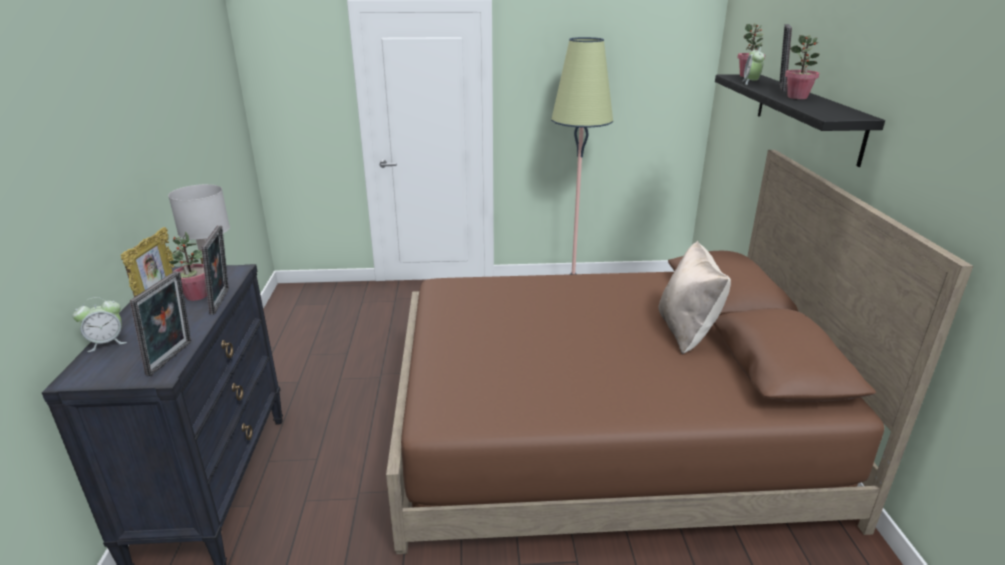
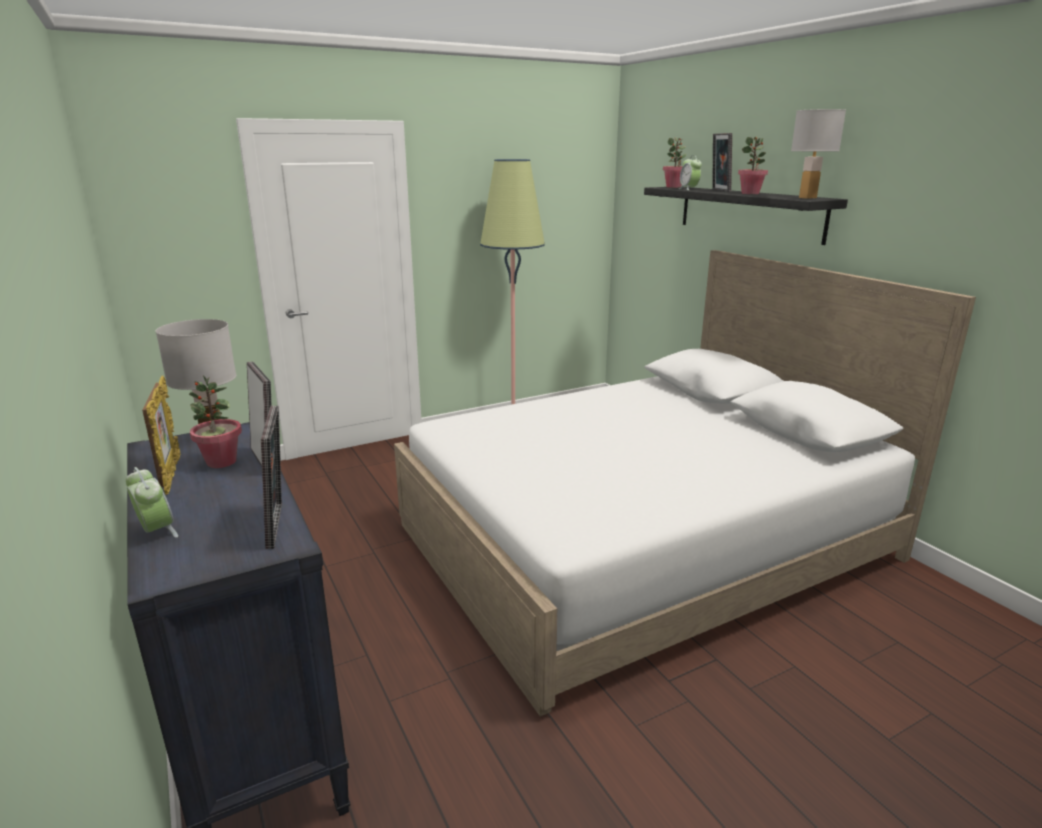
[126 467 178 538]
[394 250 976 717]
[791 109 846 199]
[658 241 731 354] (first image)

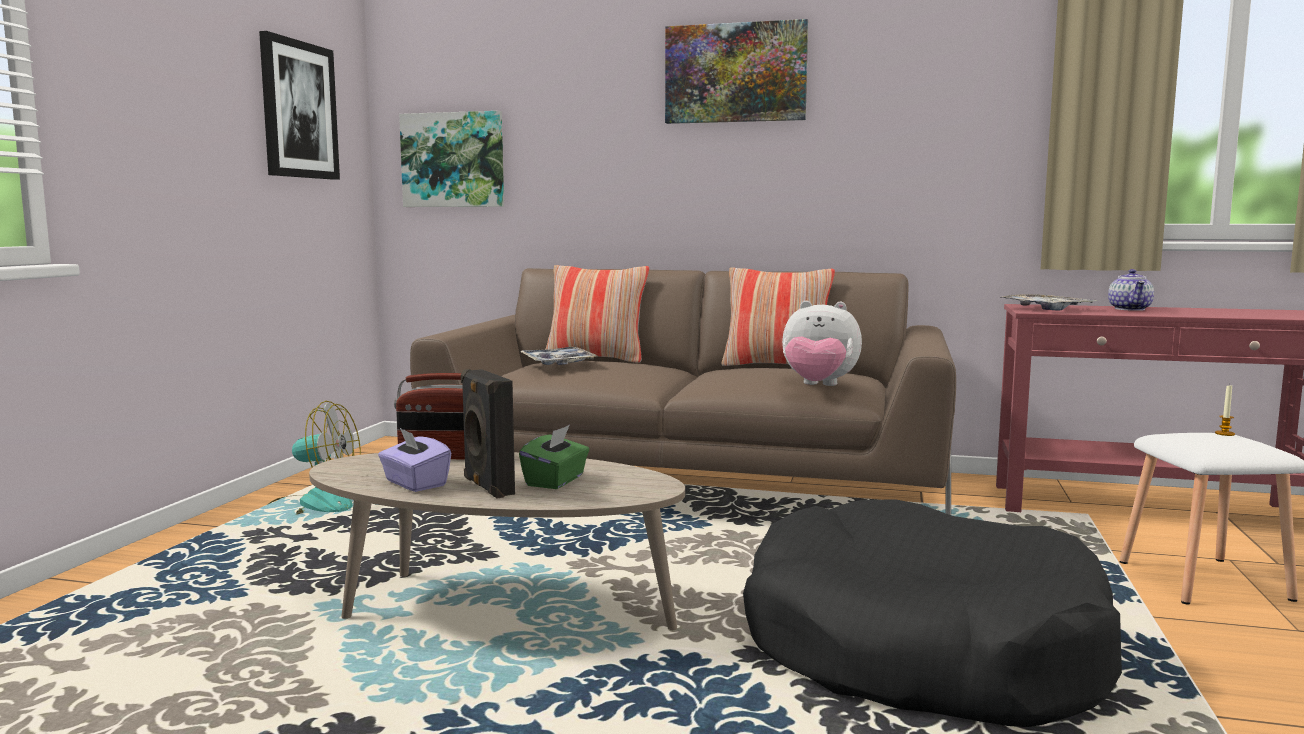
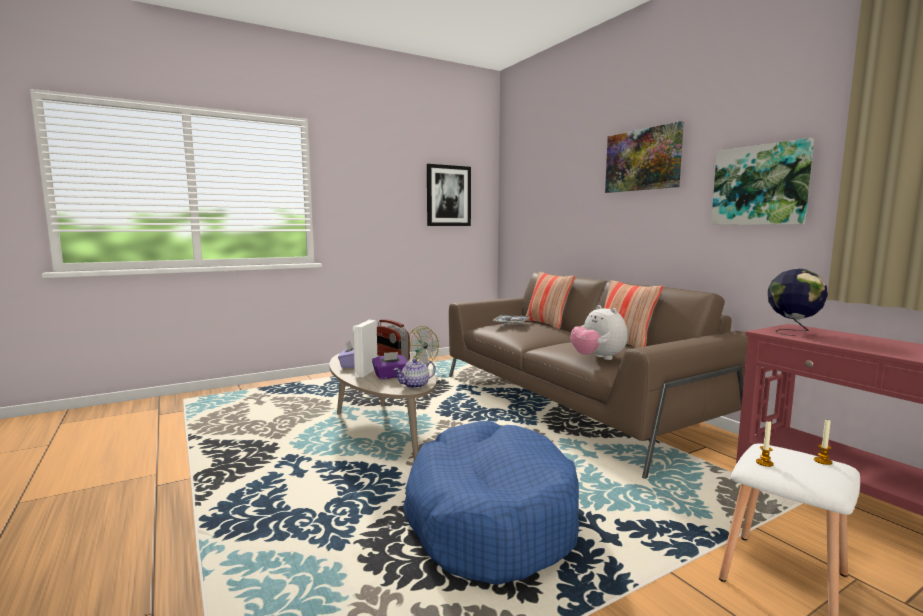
[352 320 377 377]
[372 352 408 379]
[393 359 436 388]
[403 421 579 585]
[711 138 814 225]
[756 421 774 467]
[768 269 828 336]

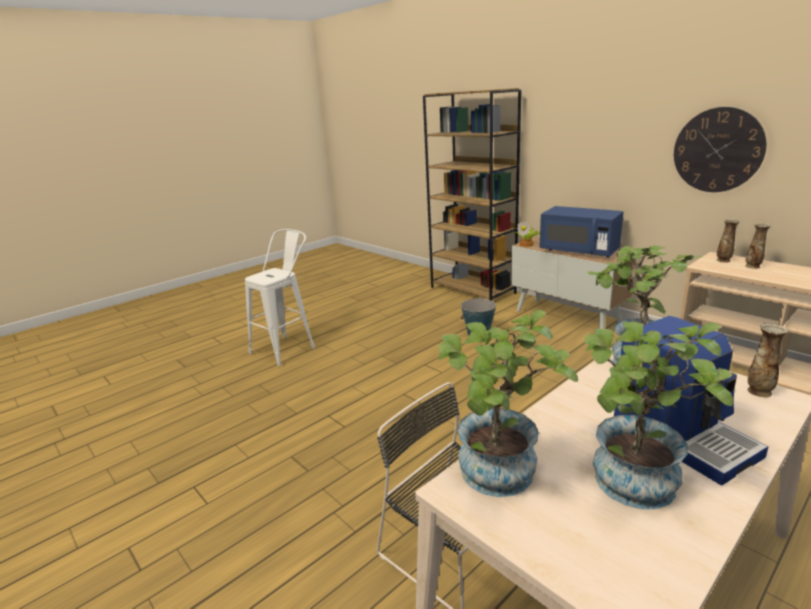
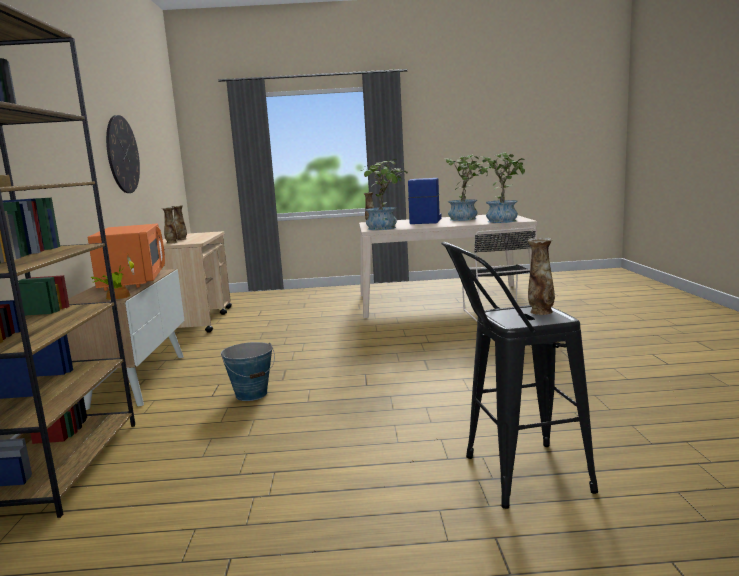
[88 223 165 291]
[441 242 598 509]
[527 238 555 315]

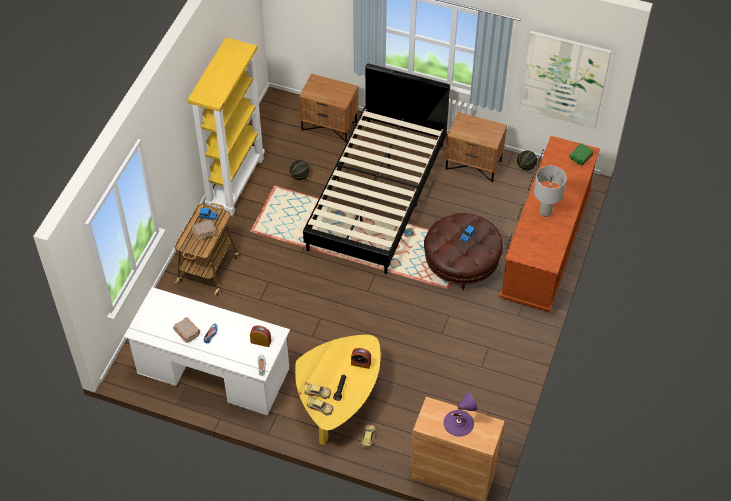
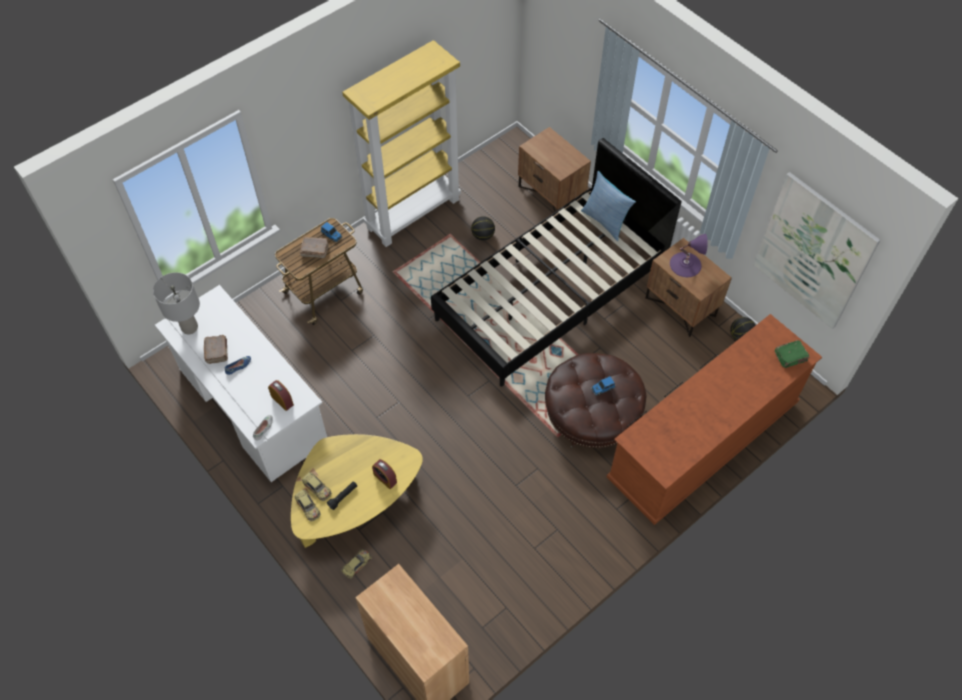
[153 272 200 334]
[581 171 636 241]
[670 234 708 277]

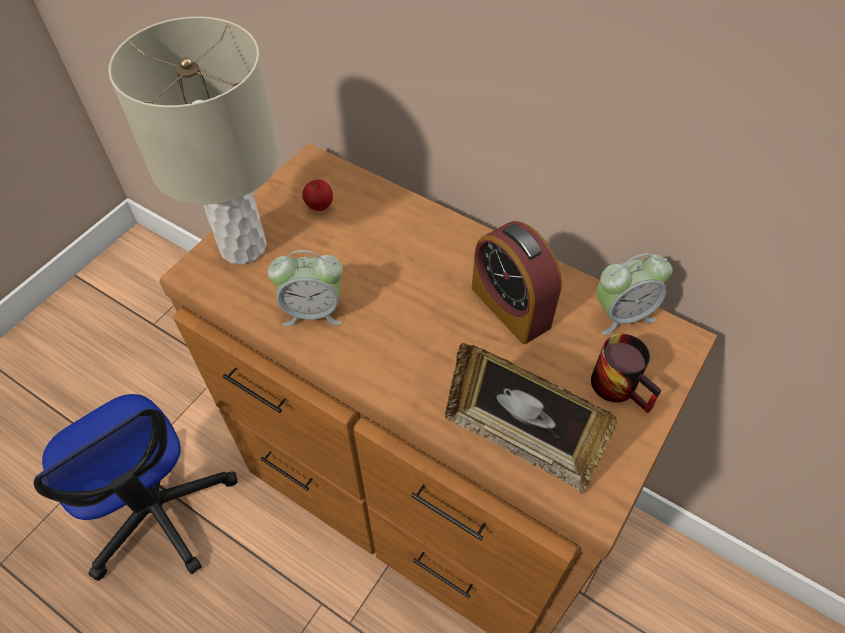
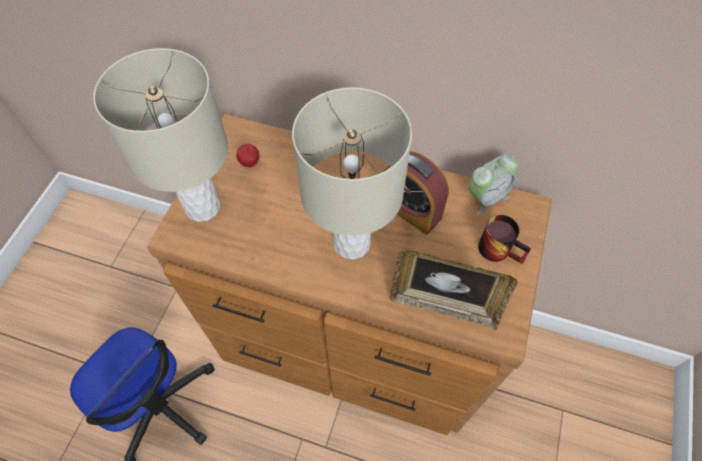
[292 87 412 260]
[267 250 343 326] (first image)

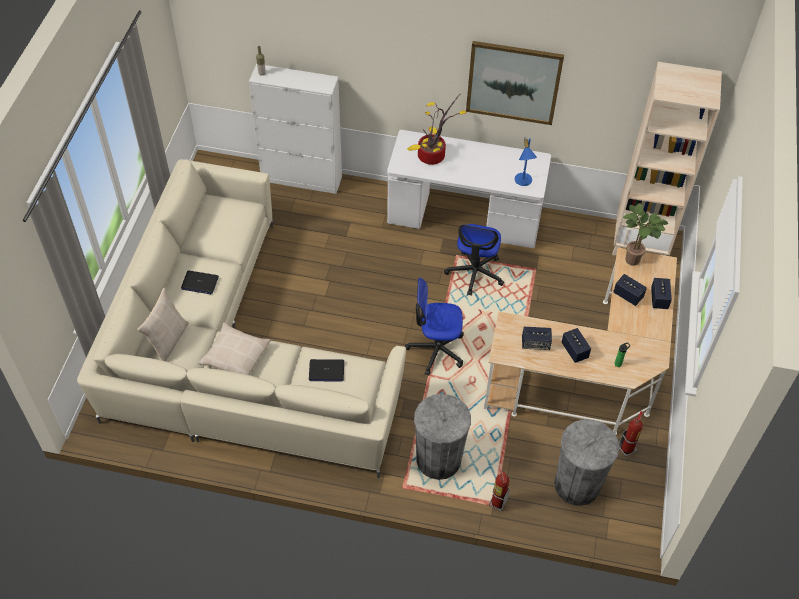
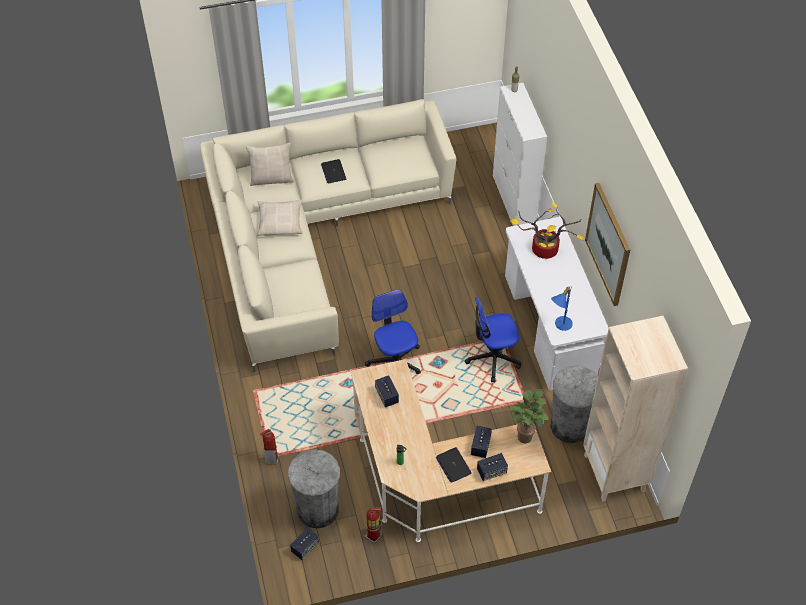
[290 528 319 560]
[436 447 472 482]
[550 366 598 443]

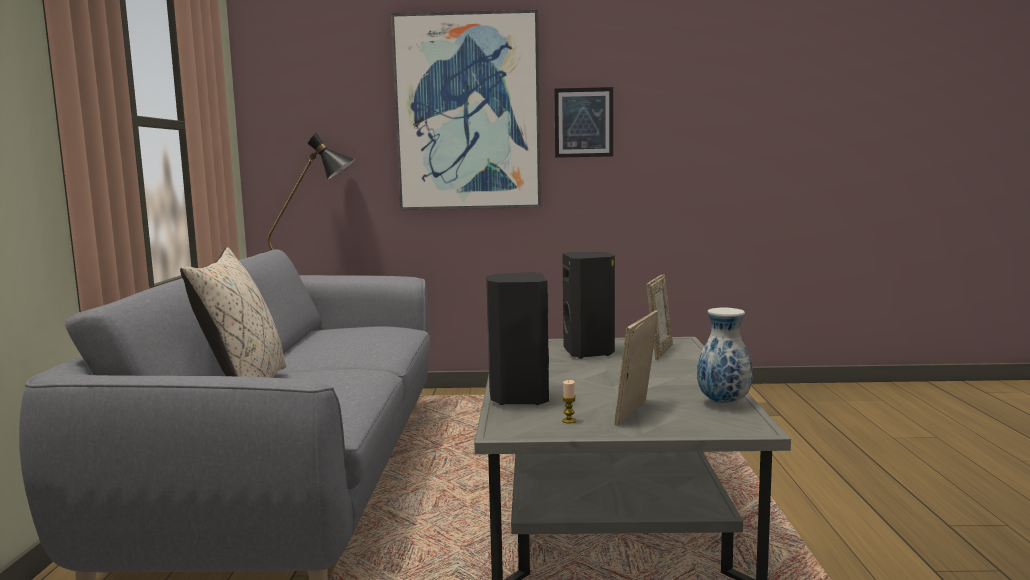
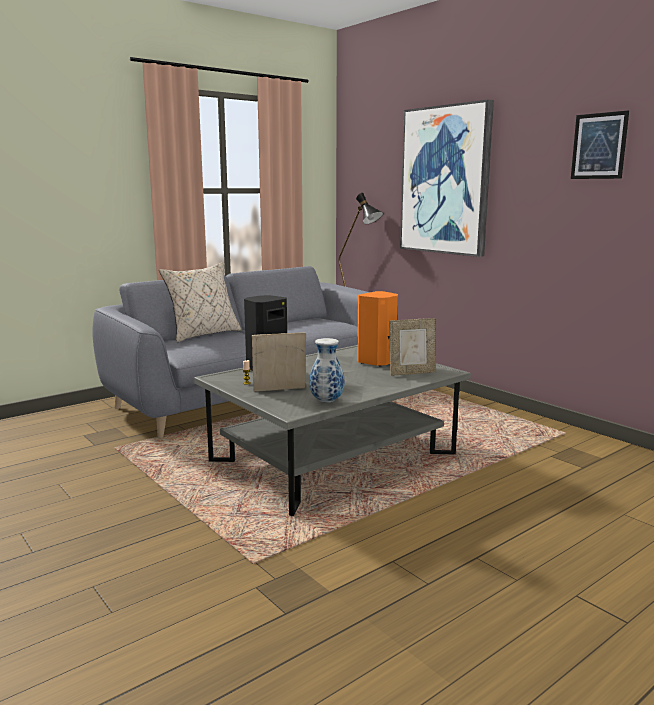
[357 291 398 367]
[571 110 629 179]

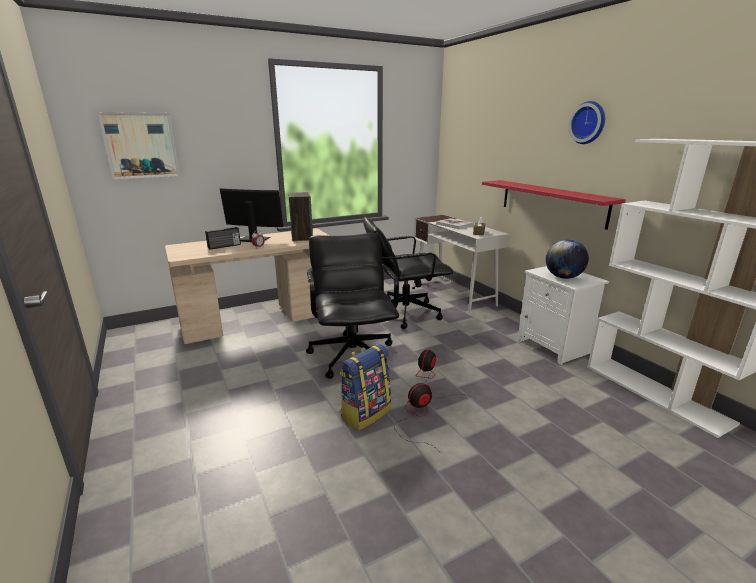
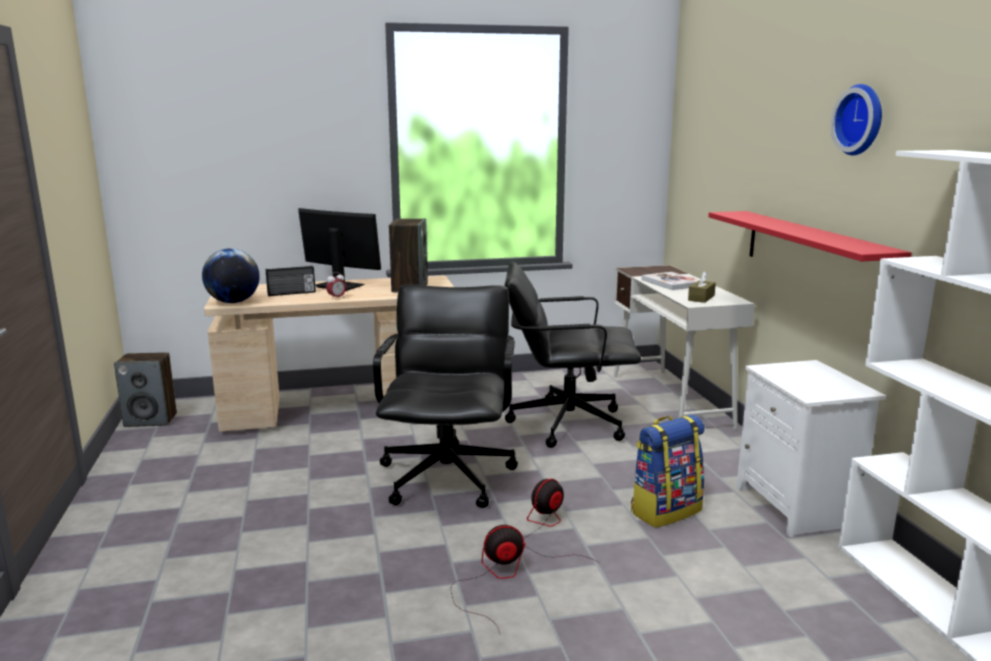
[114 352 177 427]
[202 248 260 303]
[631 415 704 528]
[98 112 180 179] (first image)

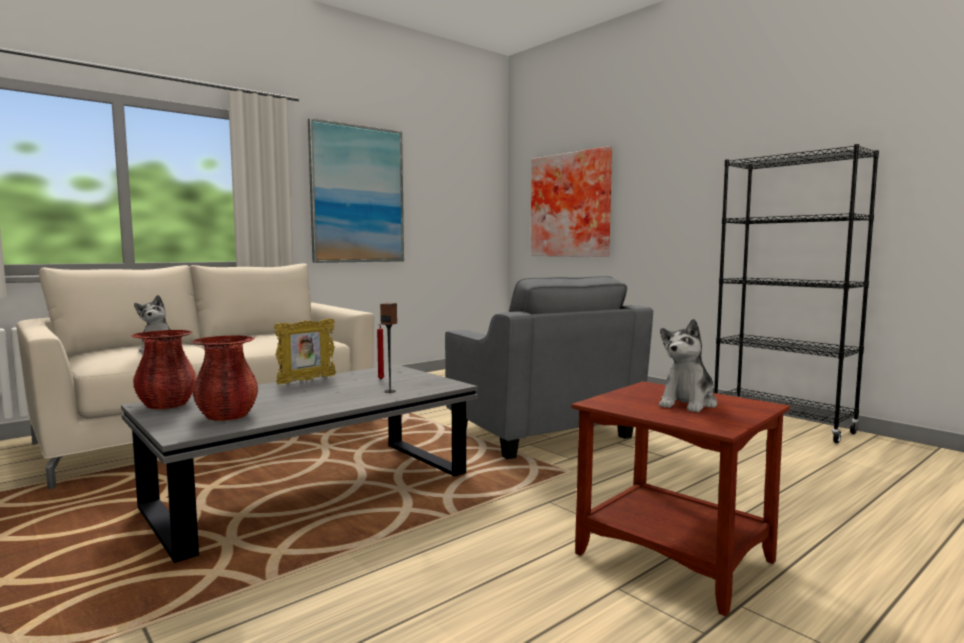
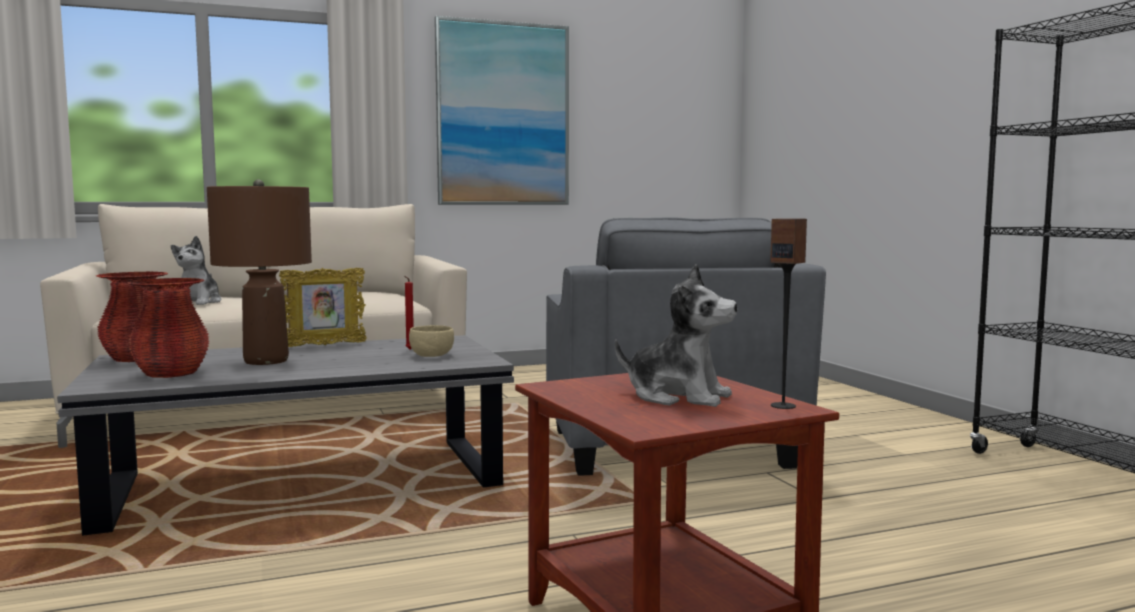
[207 179 312 365]
[409 325 454 357]
[615 264 737 407]
[770 218 807 409]
[531 146 612 257] (first image)

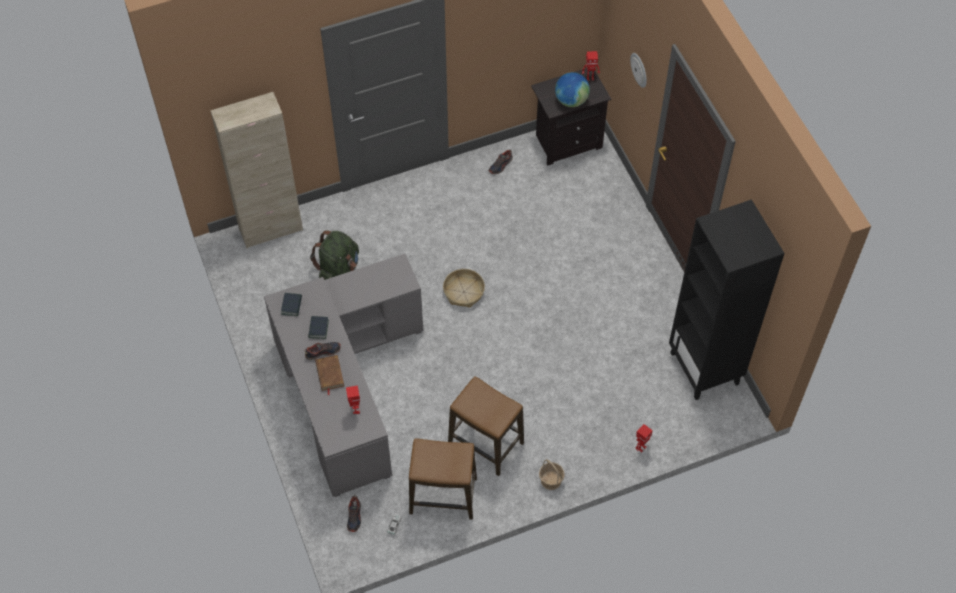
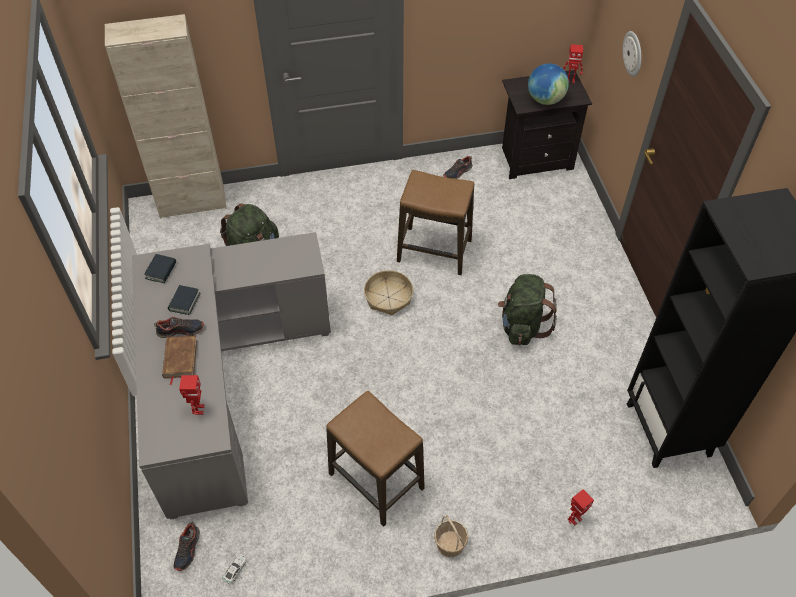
[397 170 474 275]
[498 274 557 345]

